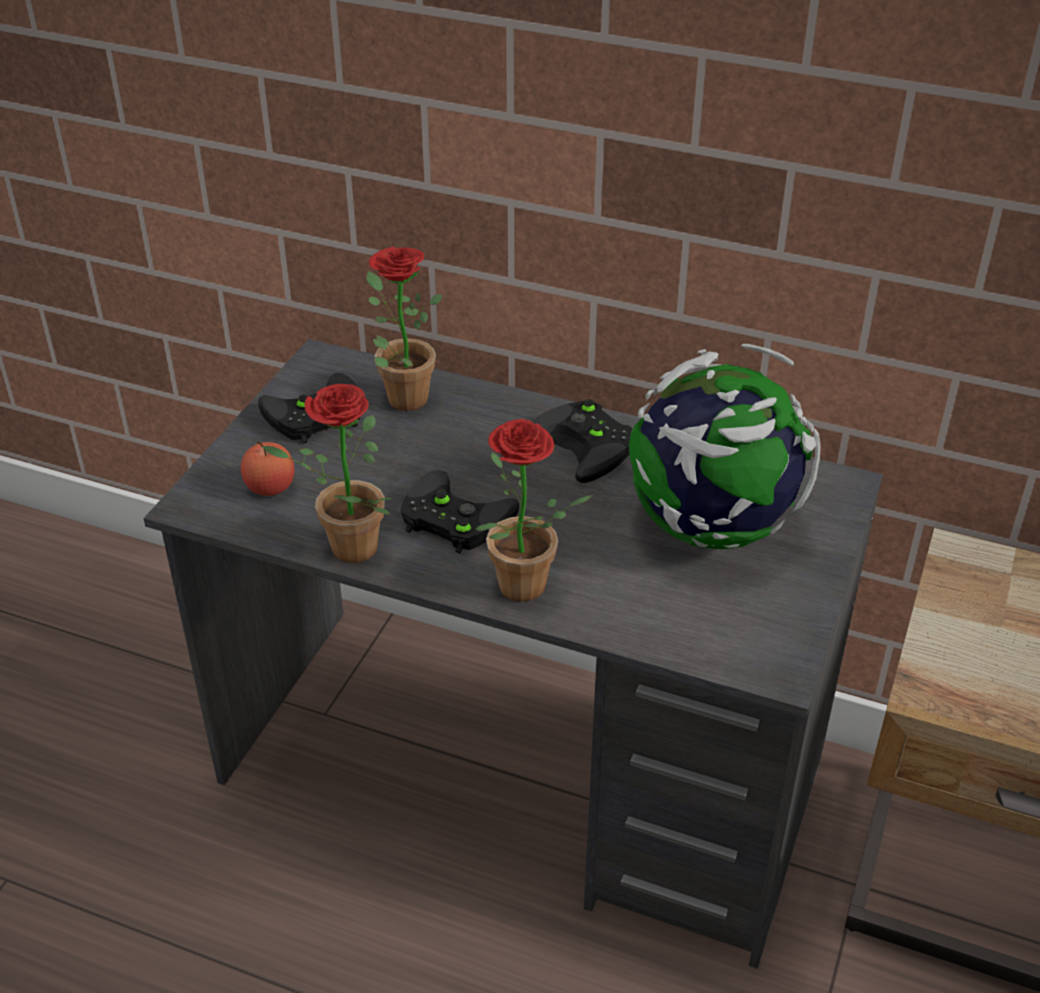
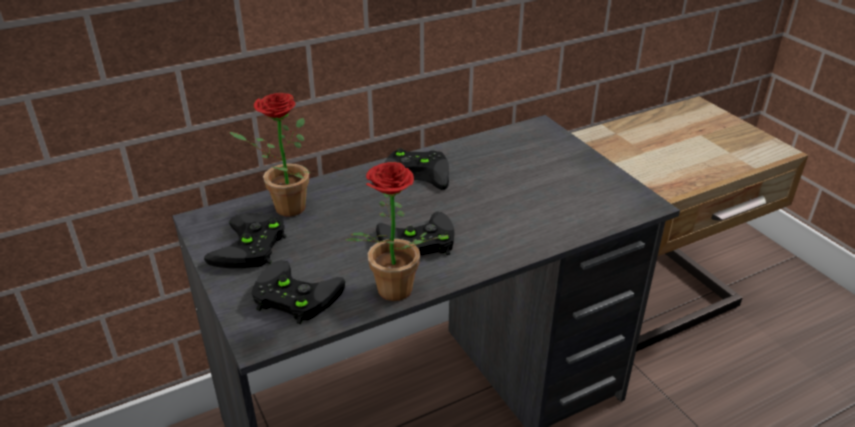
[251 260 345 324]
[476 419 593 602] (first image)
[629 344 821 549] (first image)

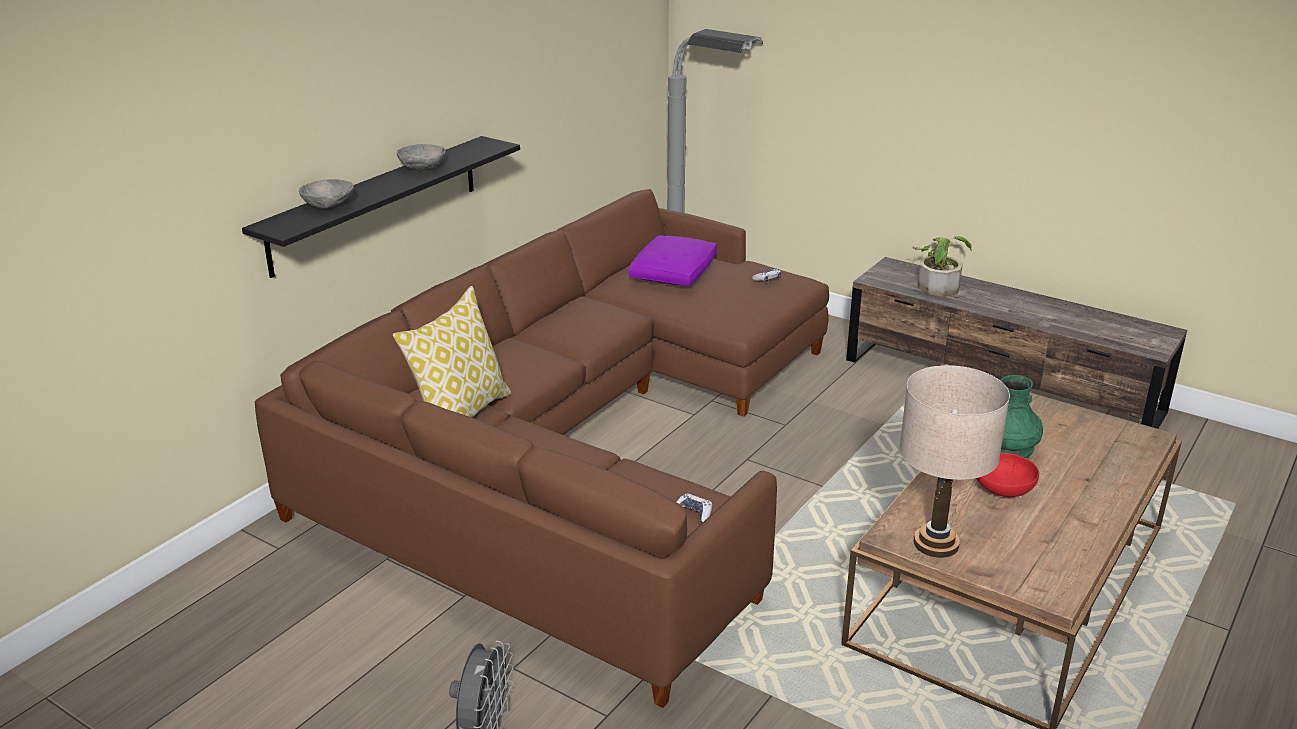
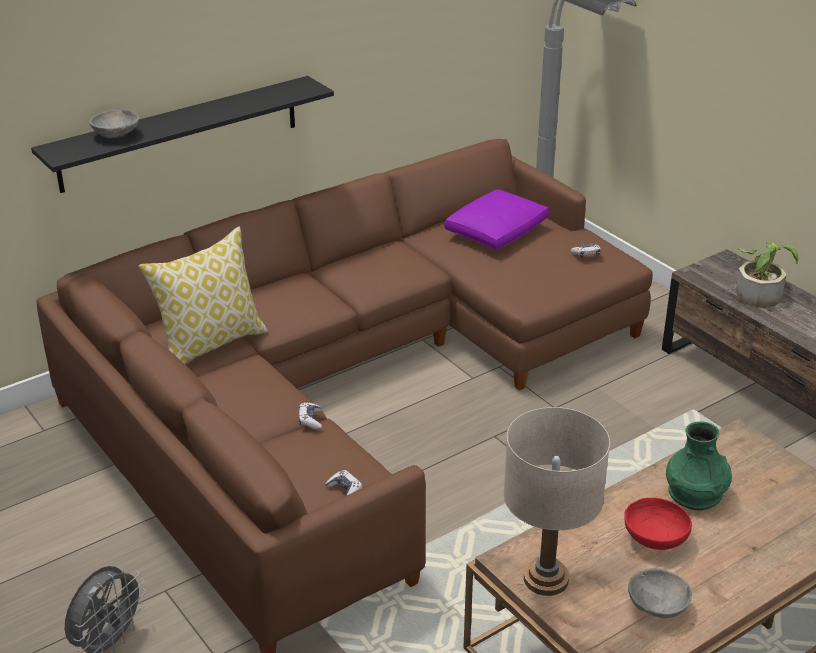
[299 402 322 430]
[628 568 692 618]

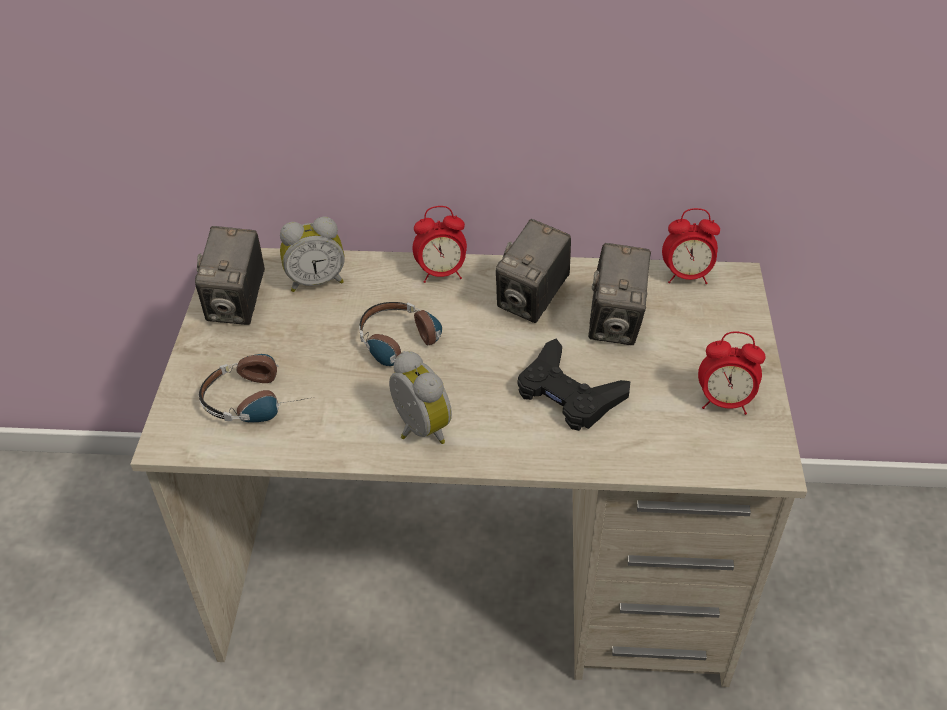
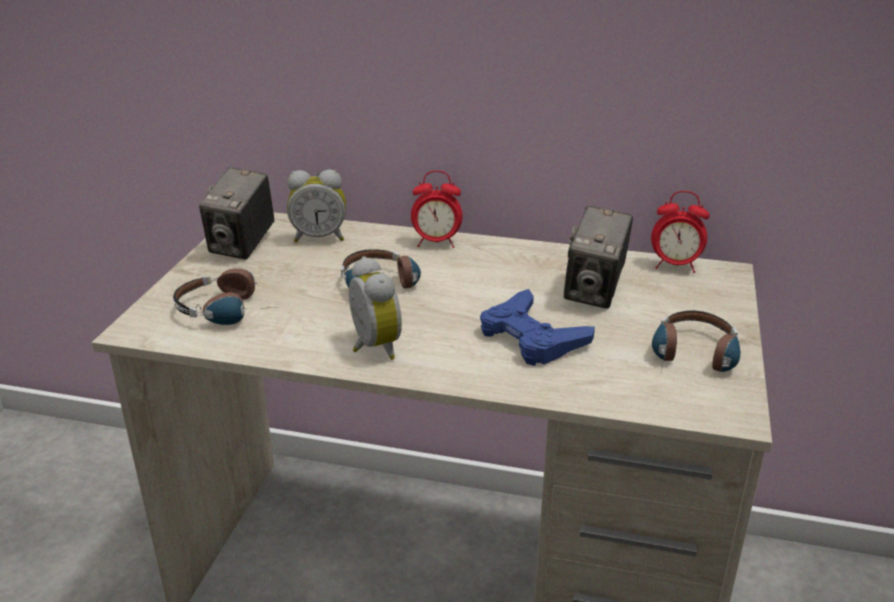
[480 289 595 366]
[652 311 740 372]
[496 219 571 323] (first image)

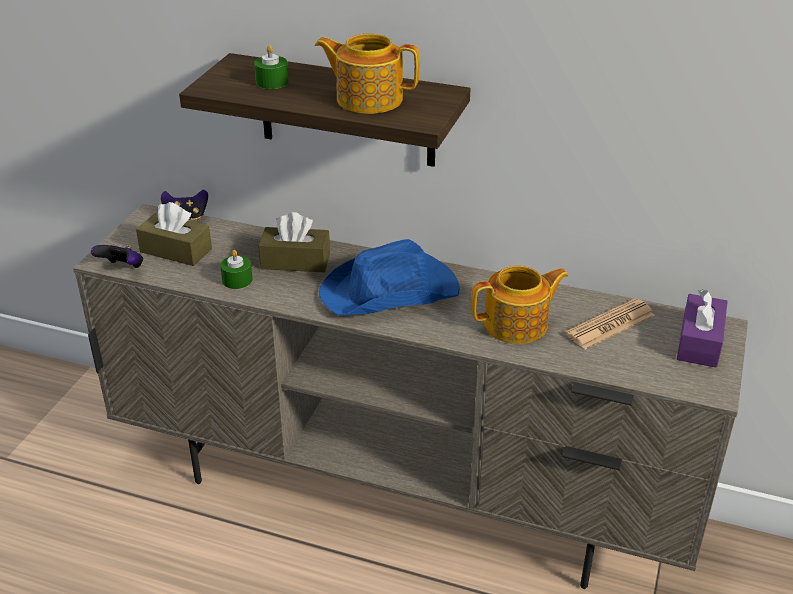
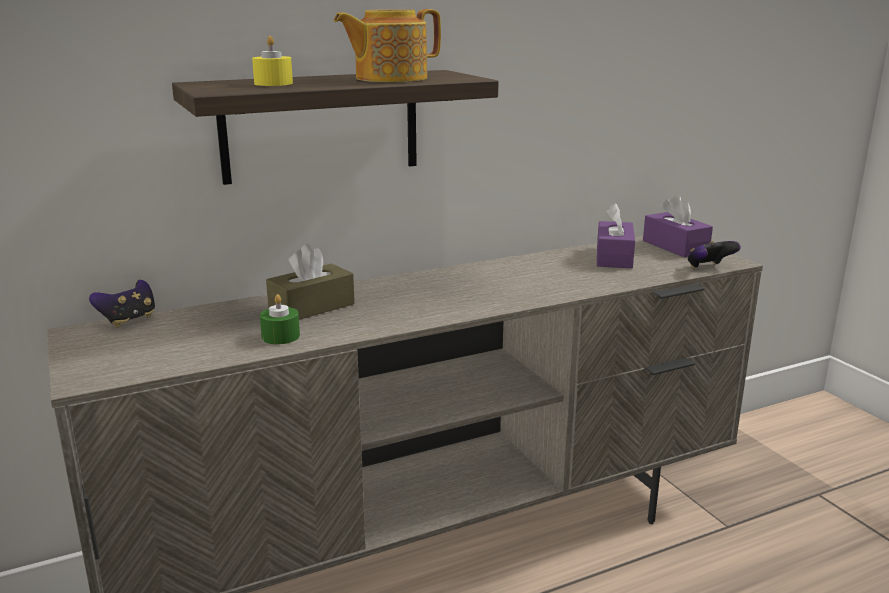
[252 36 293 86]
[597 203 635 268]
[688 241 741 268]
[136 202 212 266] (first image)
[319 239 460 315] (first image)
[471 265 569 344] (first image)

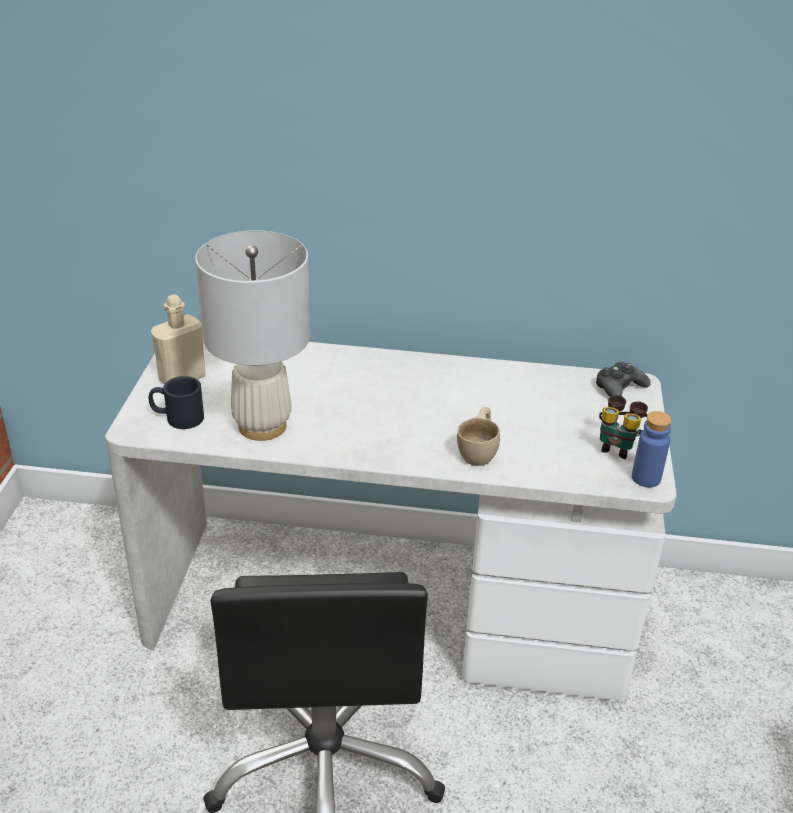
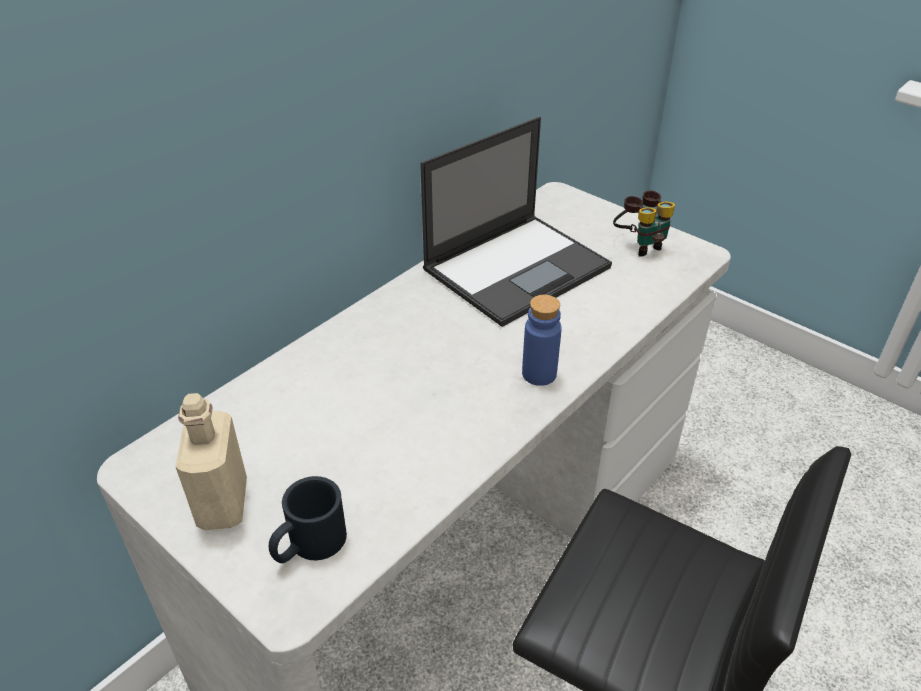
[420 116 612 327]
[522 295 562 386]
[195 230 310 441] (first image)
[457 407 500 466] (first image)
[596 362 651 397] (first image)

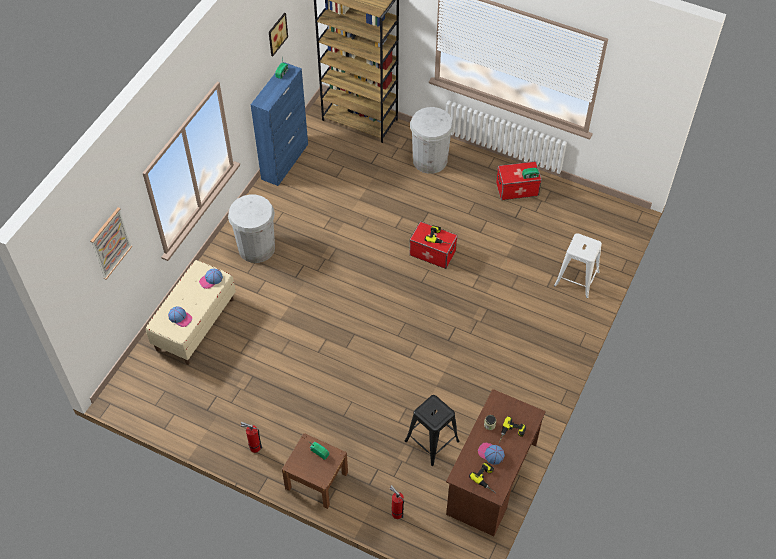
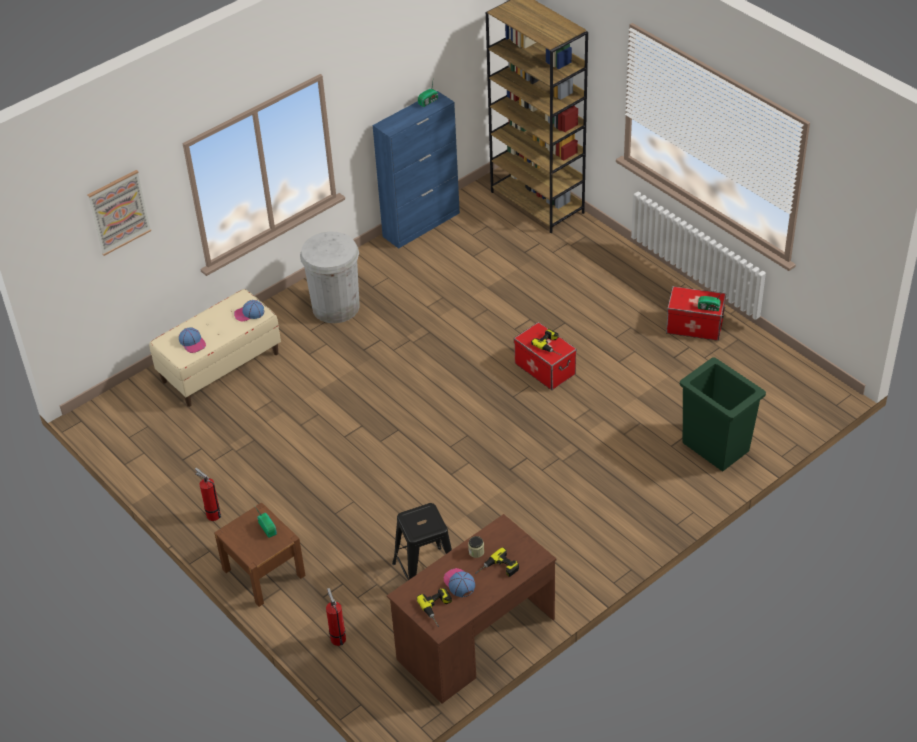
[680 357 766 471]
[269 13 288 56] (first image)
[410 107 454 174] (first image)

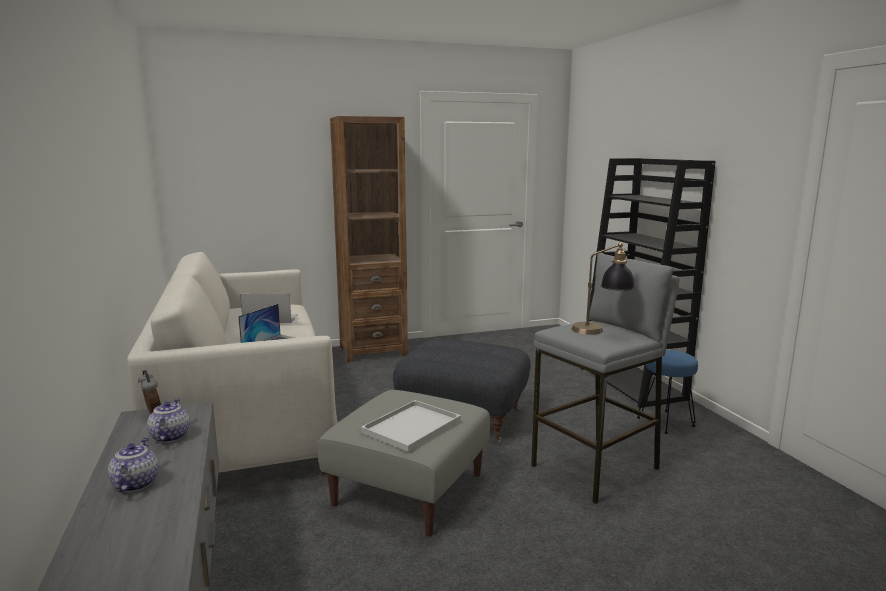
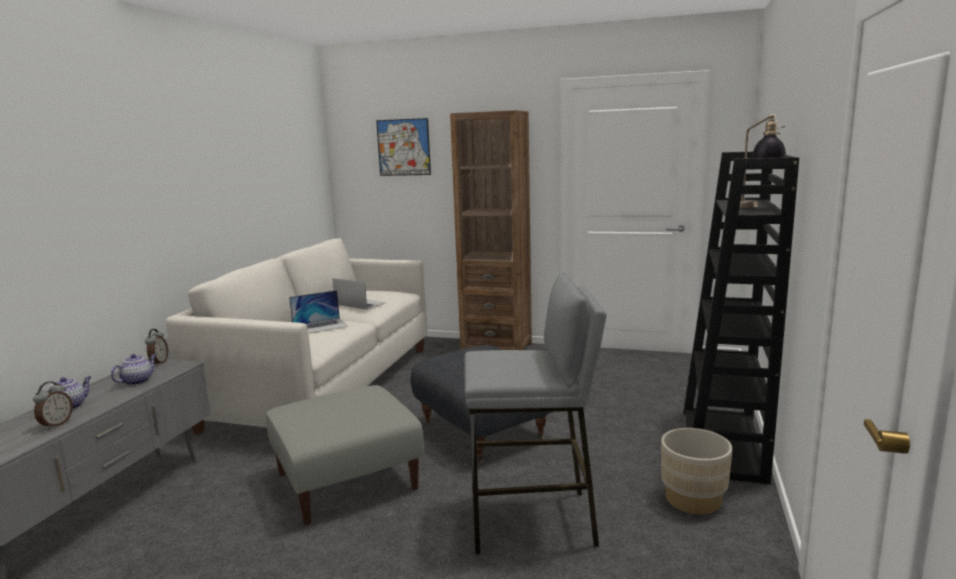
[33 382 73 430]
[376 118 431 176]
[661 428 732 515]
[739 114 786 208]
[361 400 461 452] (first image)

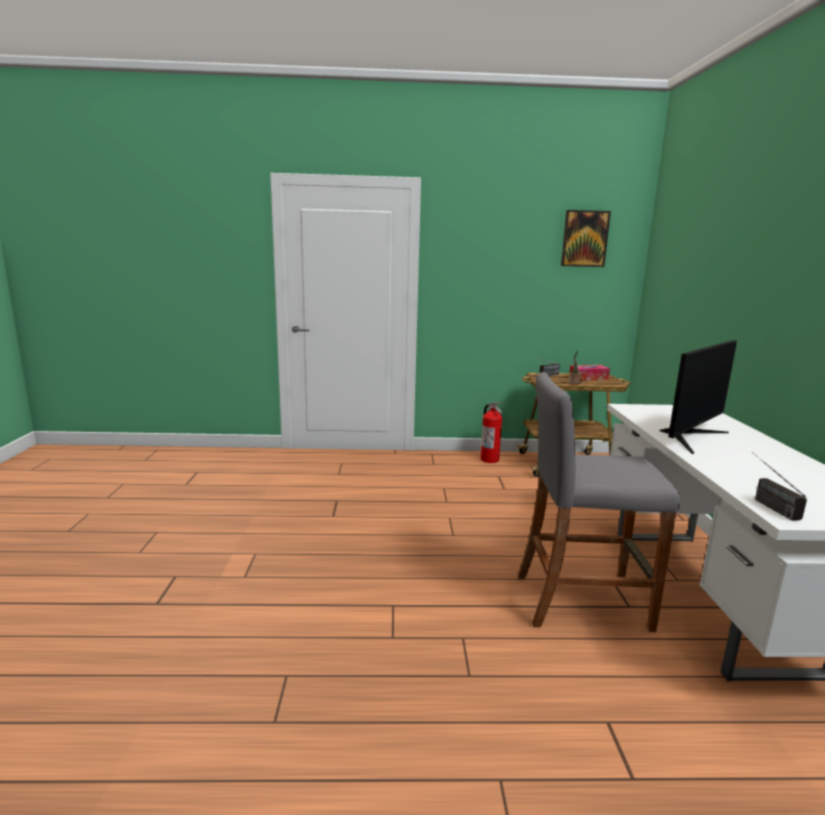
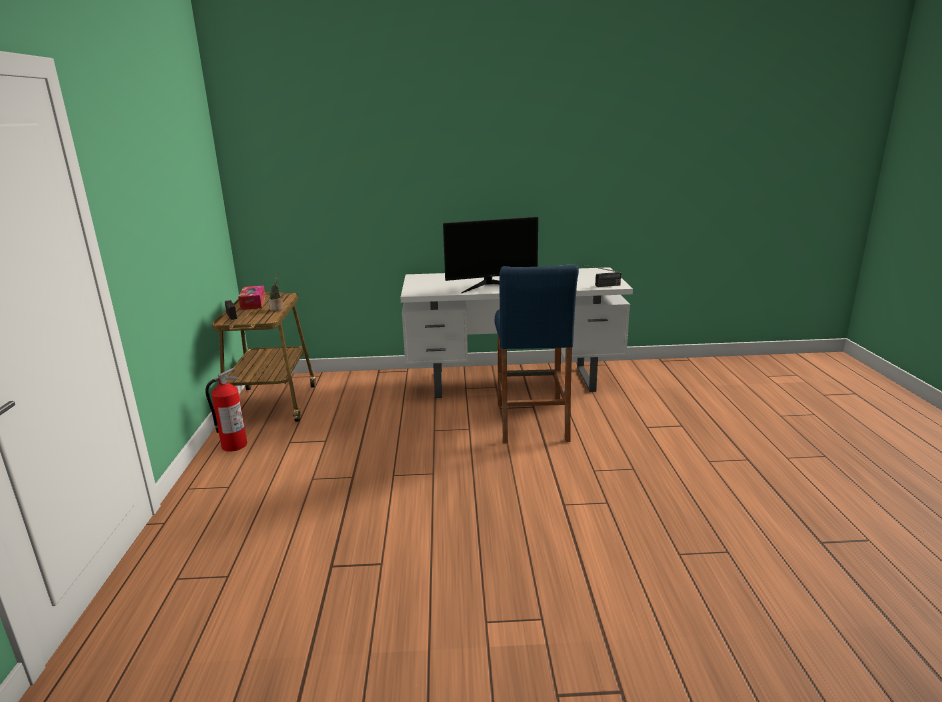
[443 217 538 293]
[495 265 579 444]
[561 210 611 267] (first image)

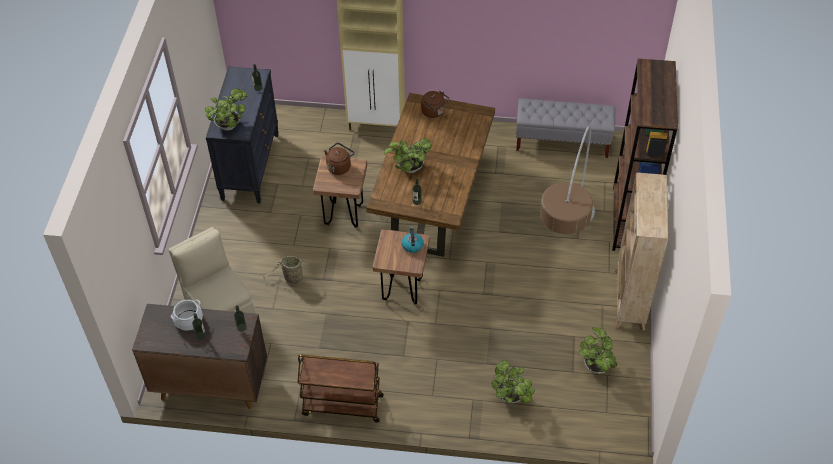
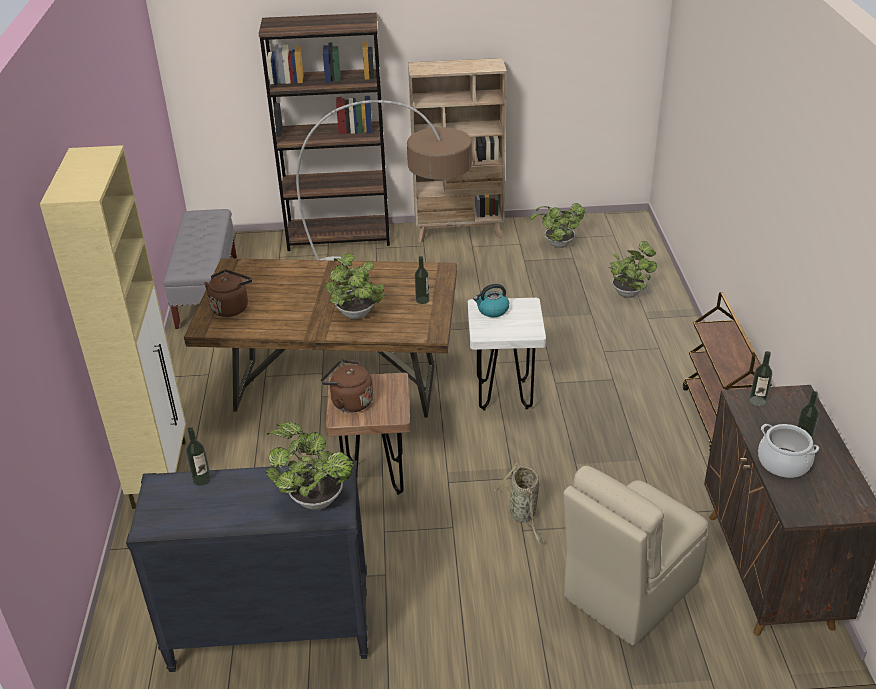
[468 298 546 410]

